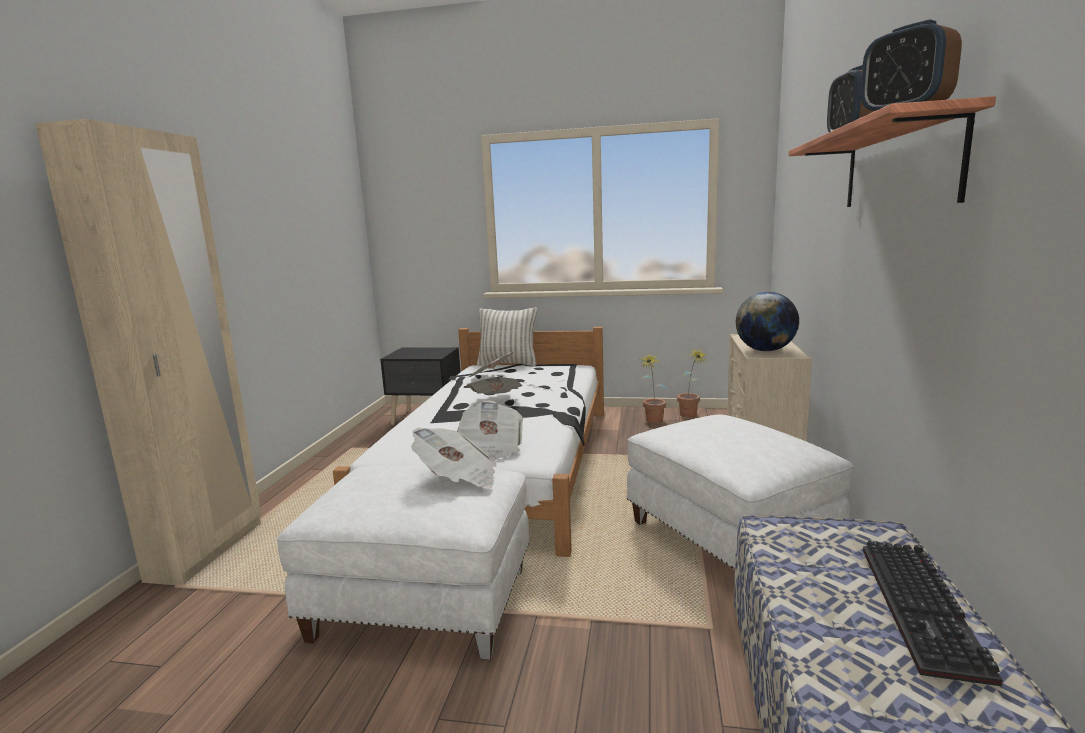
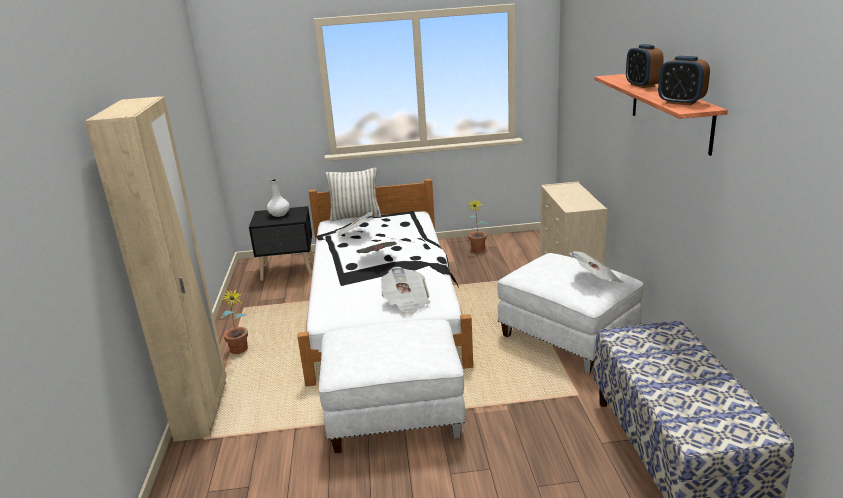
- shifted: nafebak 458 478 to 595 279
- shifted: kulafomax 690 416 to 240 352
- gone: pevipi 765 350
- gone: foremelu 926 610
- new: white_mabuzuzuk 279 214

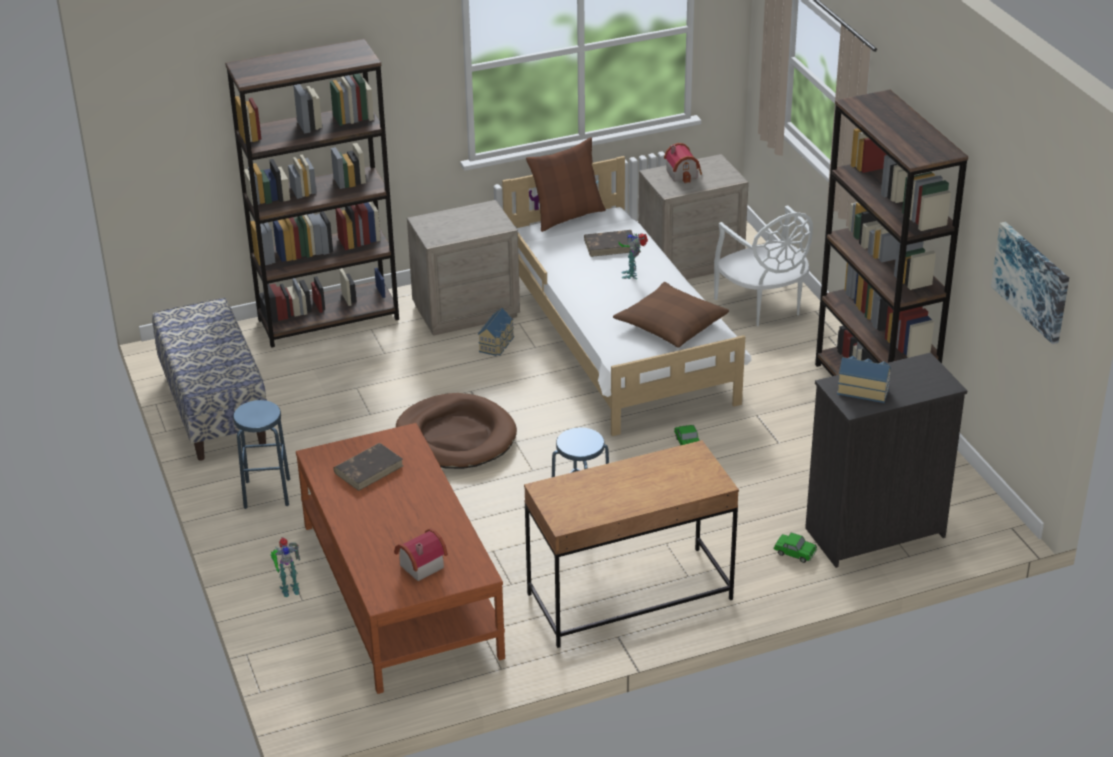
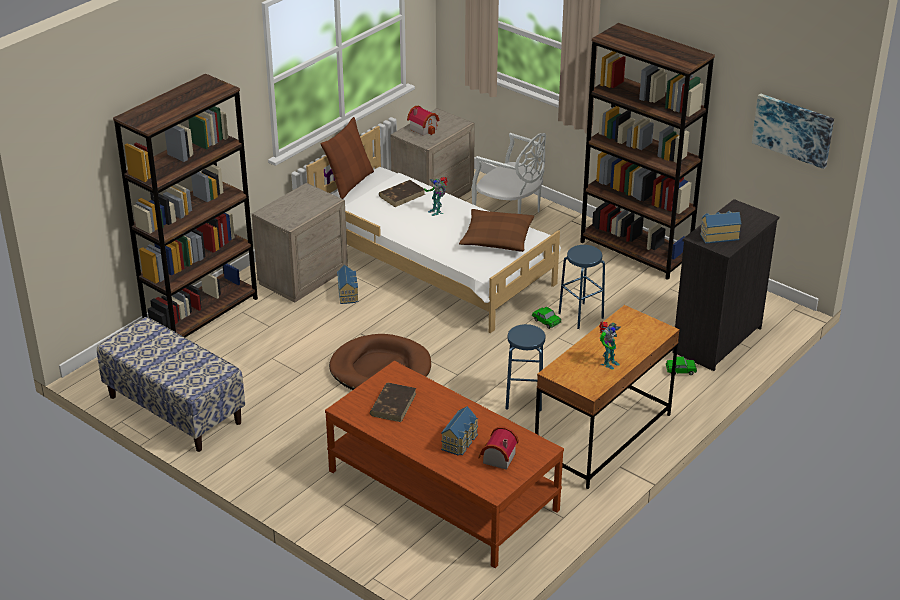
- shifted: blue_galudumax 267 493 to 580 315
- shifted: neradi 288 588 to 608 363
- new: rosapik 461 441

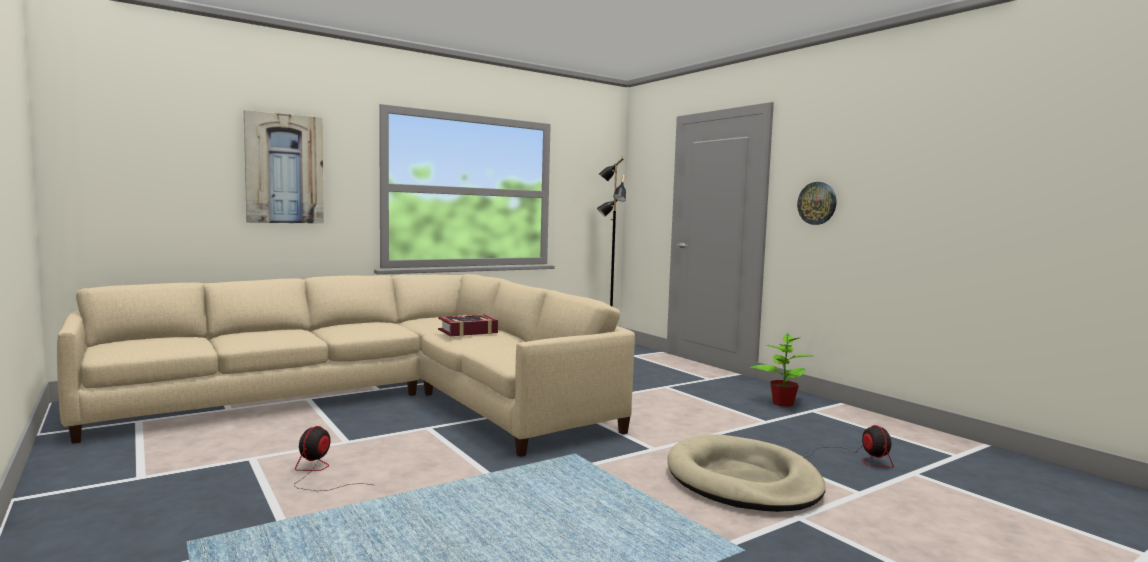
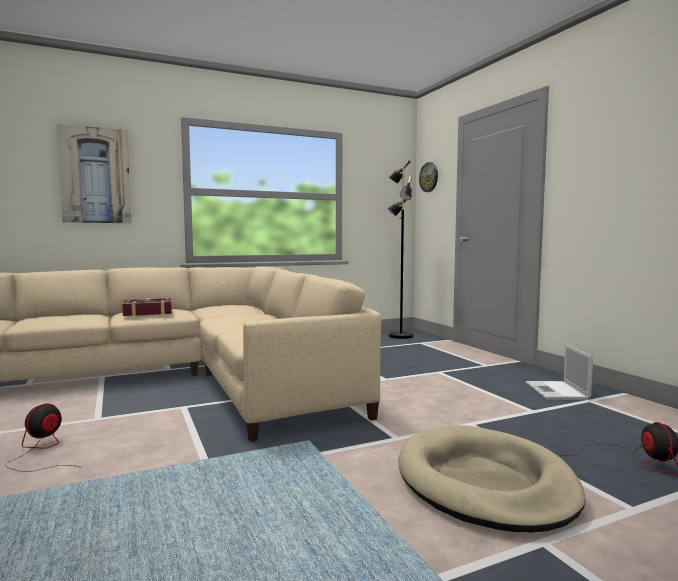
- shifted: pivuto 468 331 to 148 312
- swapped: kulafomax 782 403 to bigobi 557 391
- shifted: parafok 817 203 to 429 177

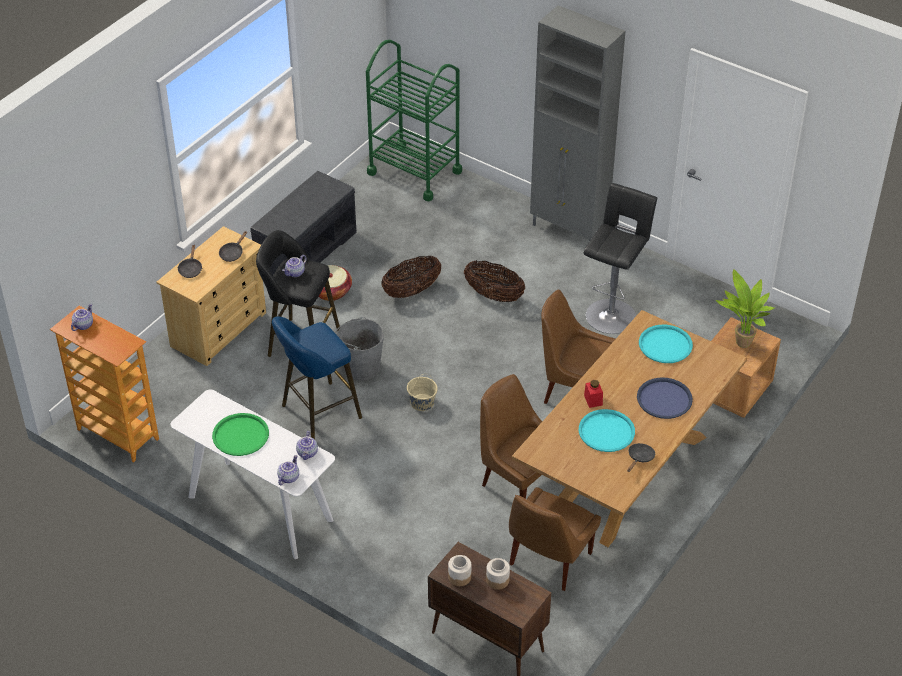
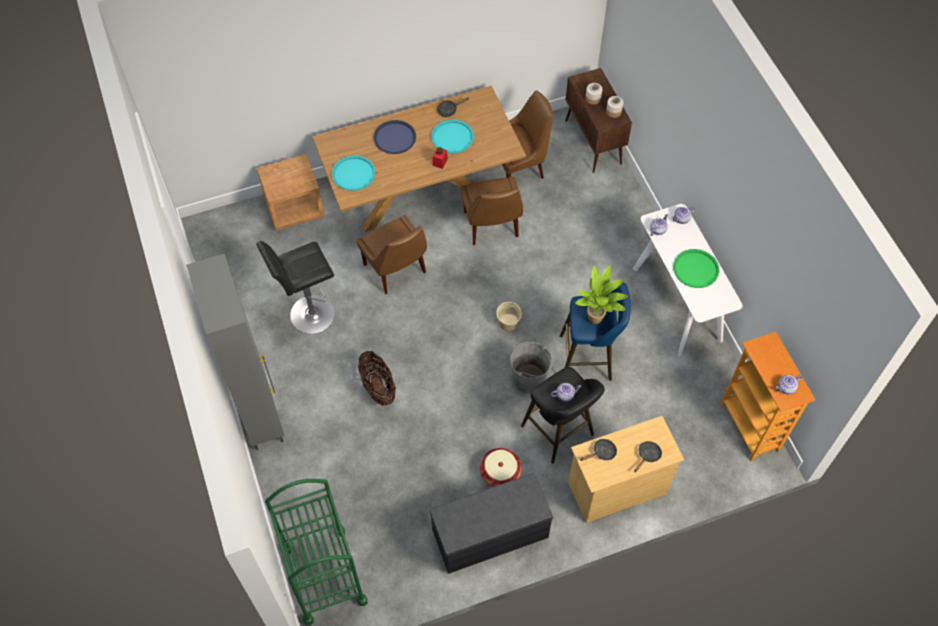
- gone: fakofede 411 291
- shifted: kulafomax 740 344 to 597 320

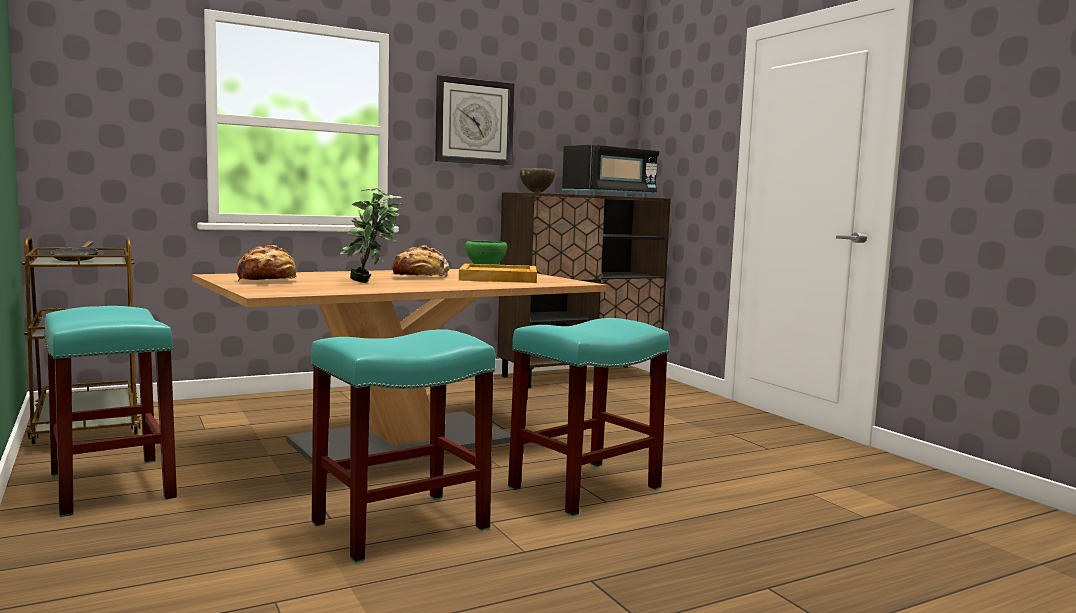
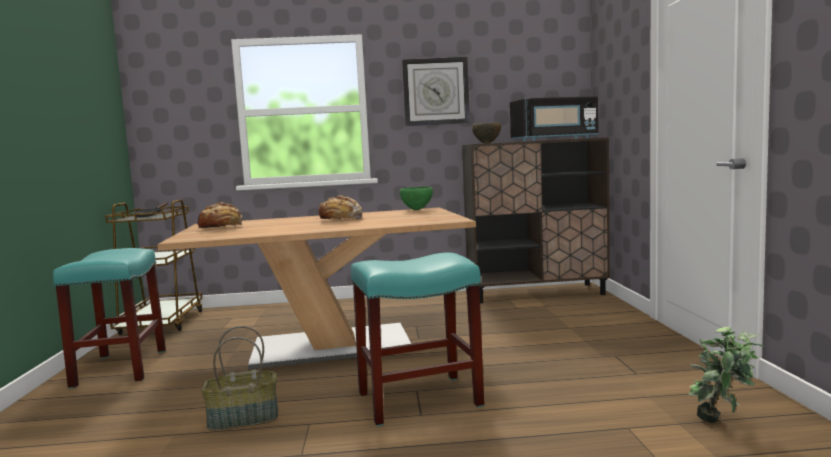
- swapped: turquoise_galudumax 399 526 to fakofede 242 419
- shifted: kulafomax 371 283 to 722 423
- gone: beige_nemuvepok 499 278

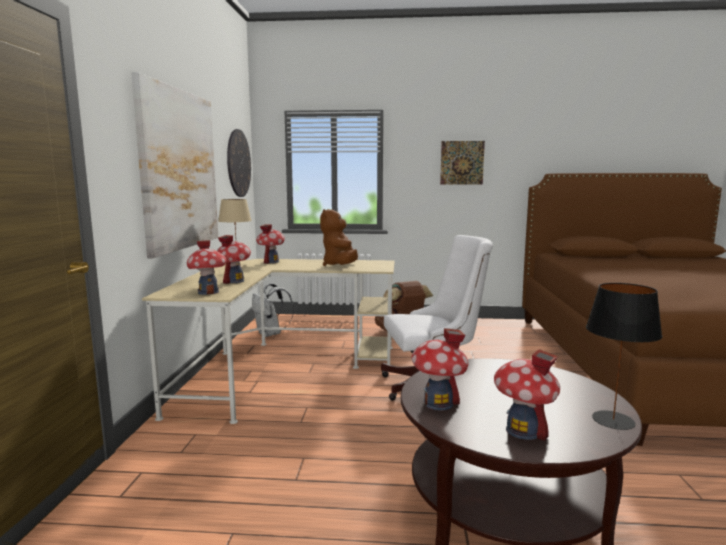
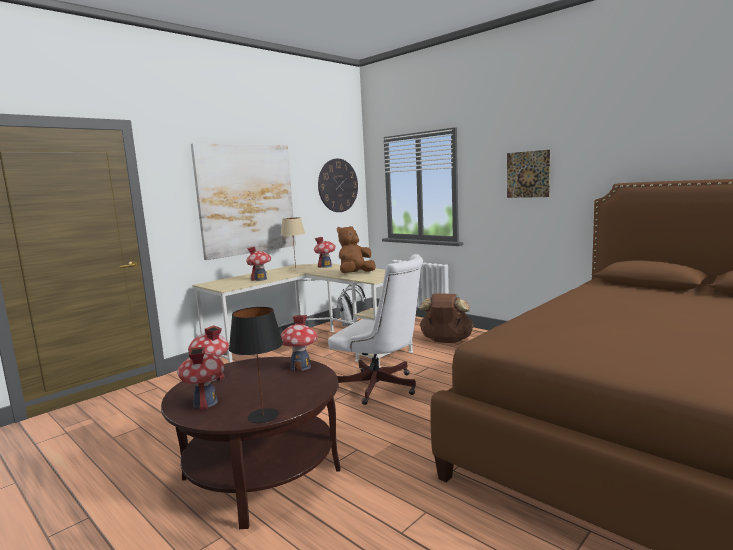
- shifted: rosapik 208 292 to 301 367

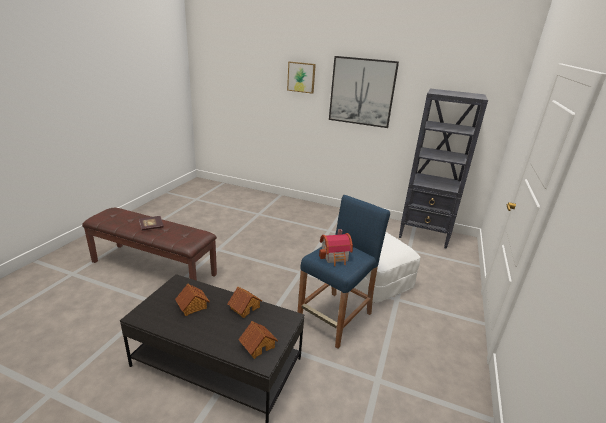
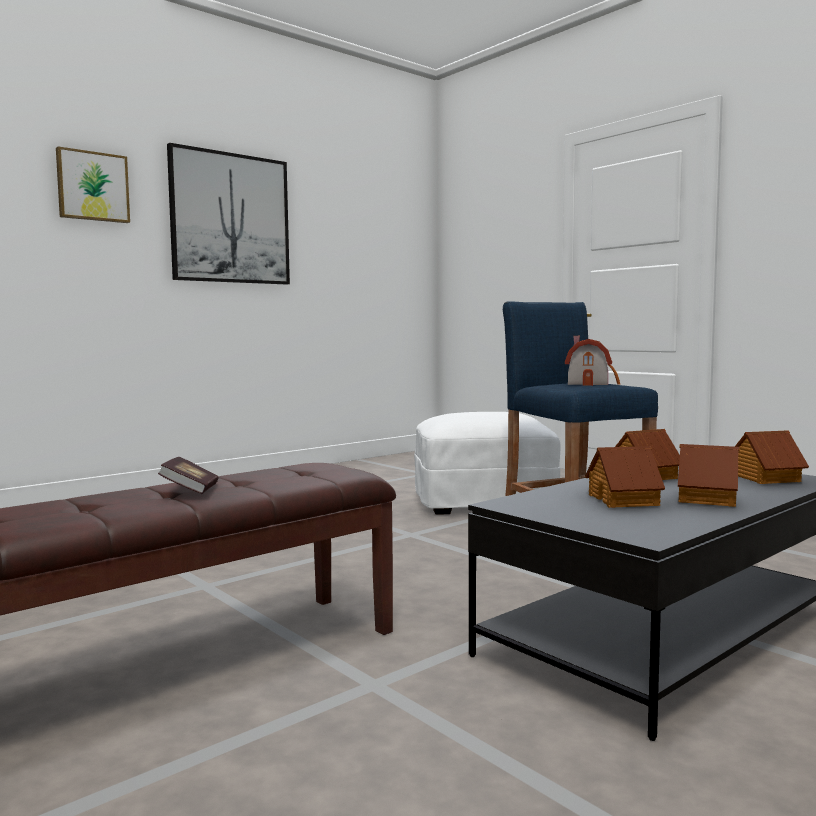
- gone: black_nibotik 424 235
- new: rosapik 708 498

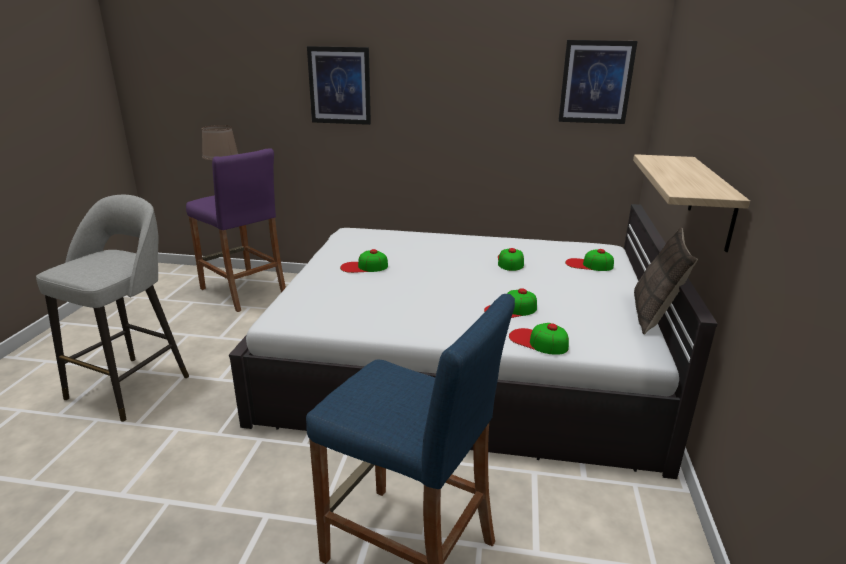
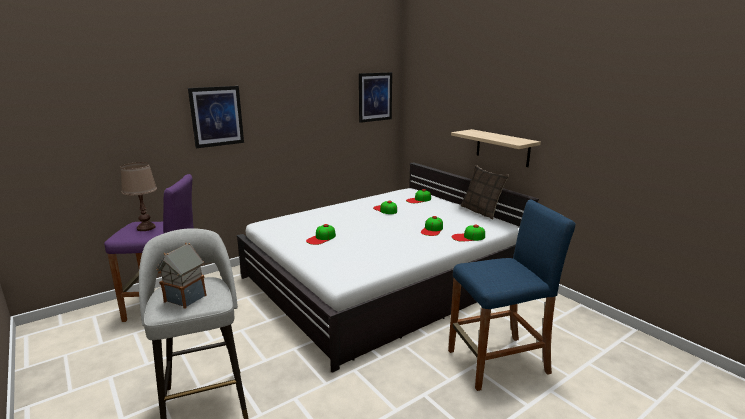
- new: rosapik 186 298

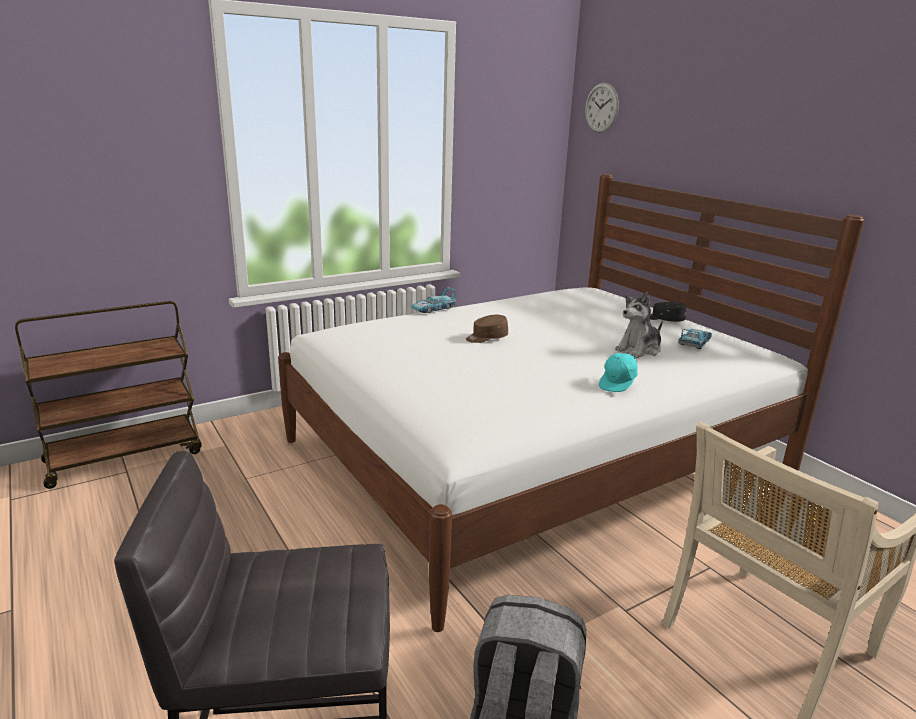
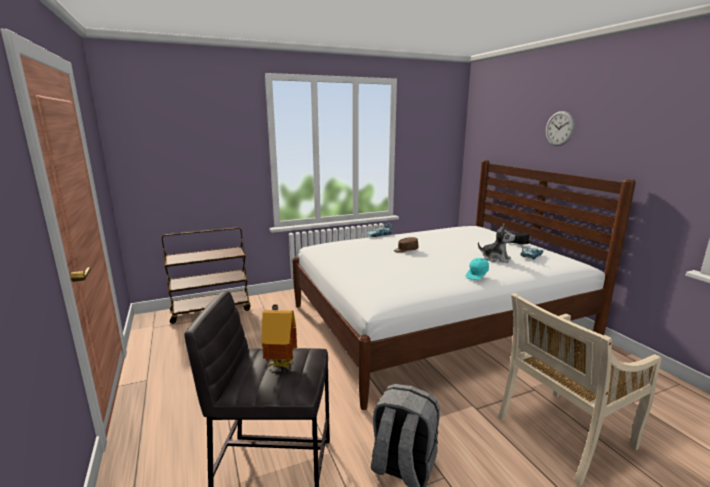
- shifted: parafok 601 108 to 559 128
- rotated: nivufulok 639 350 = 495 258 120 degrees counterclockwise
- new: rosapik 281 363

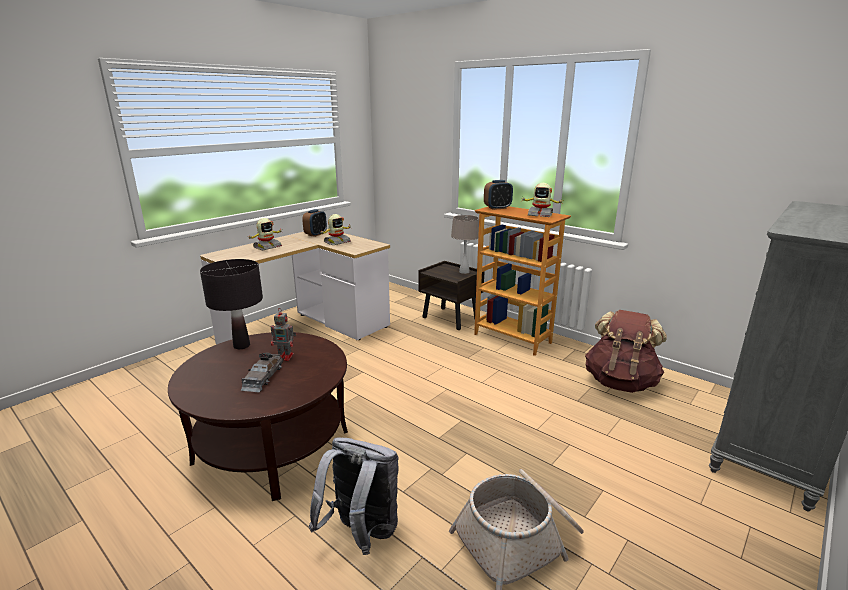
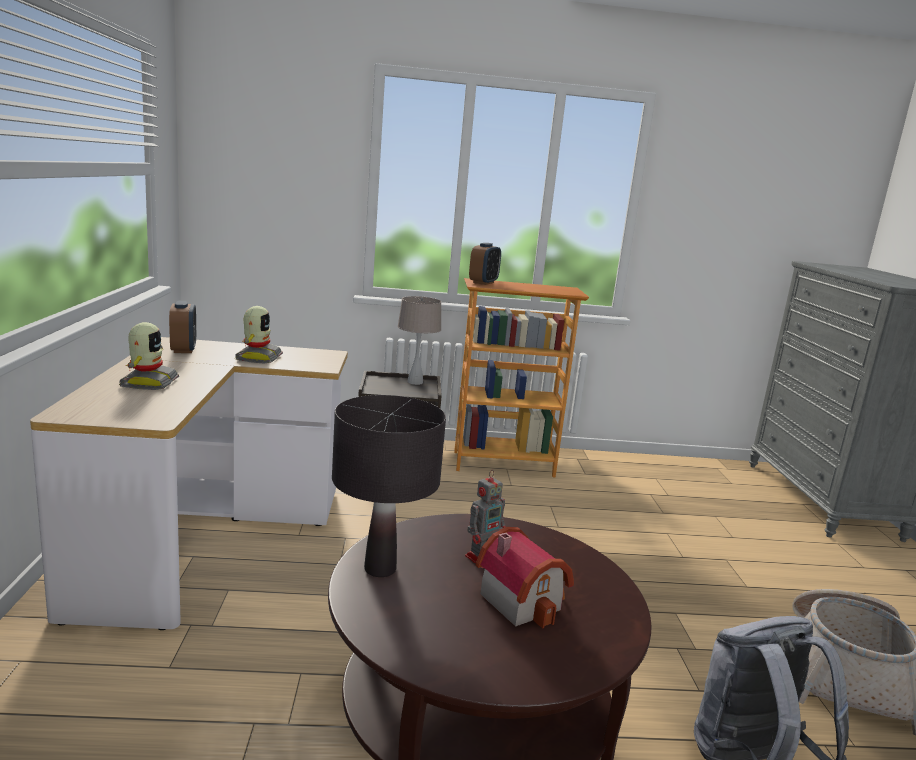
- swapped: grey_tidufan 263 377 to rosapik 522 599
- gone: neradi 540 215
- gone: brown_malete 620 382

